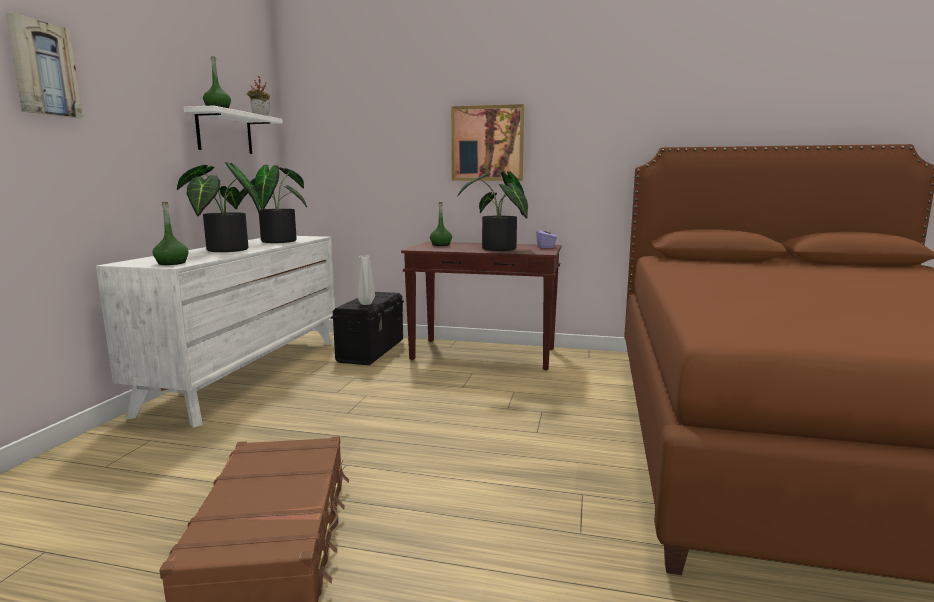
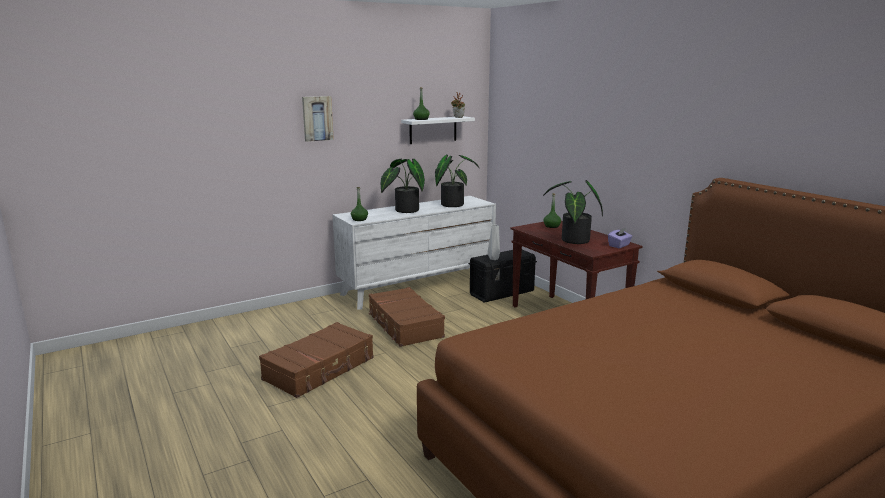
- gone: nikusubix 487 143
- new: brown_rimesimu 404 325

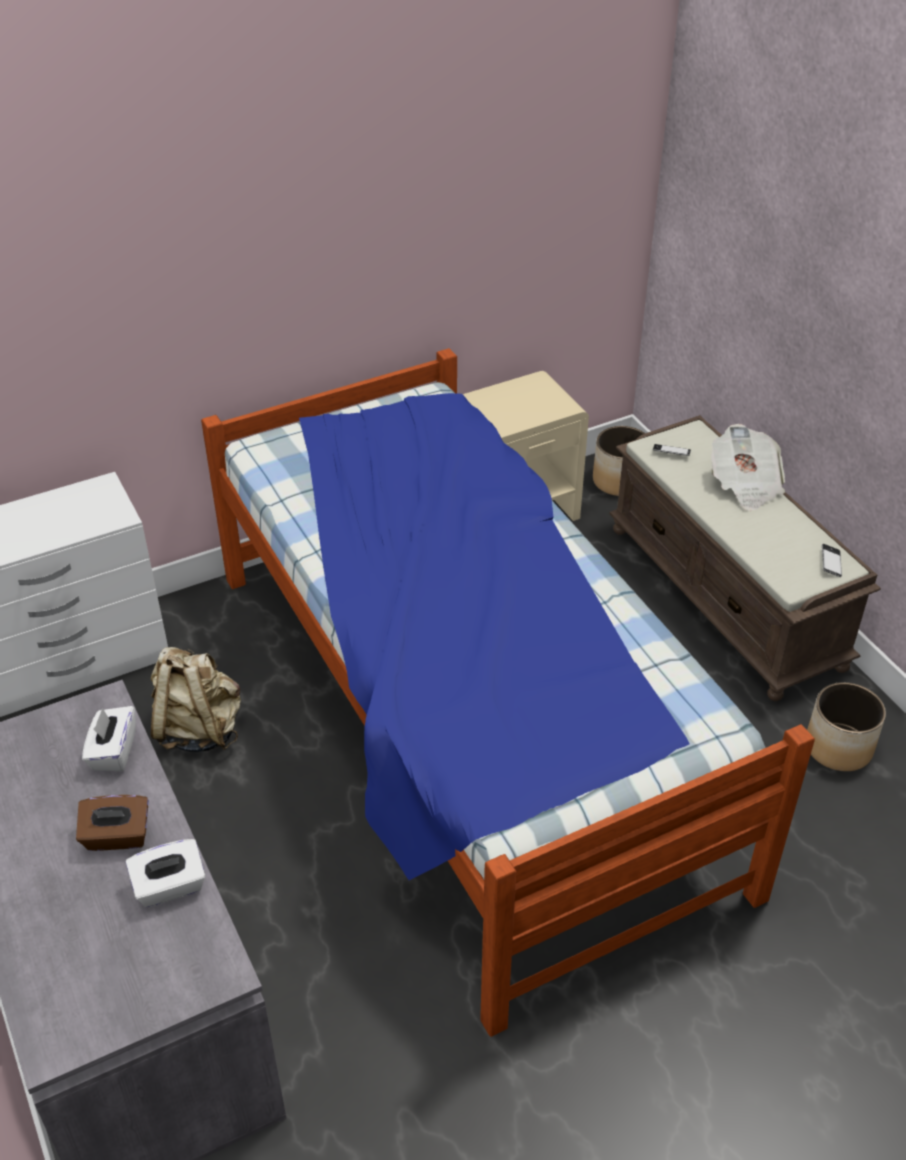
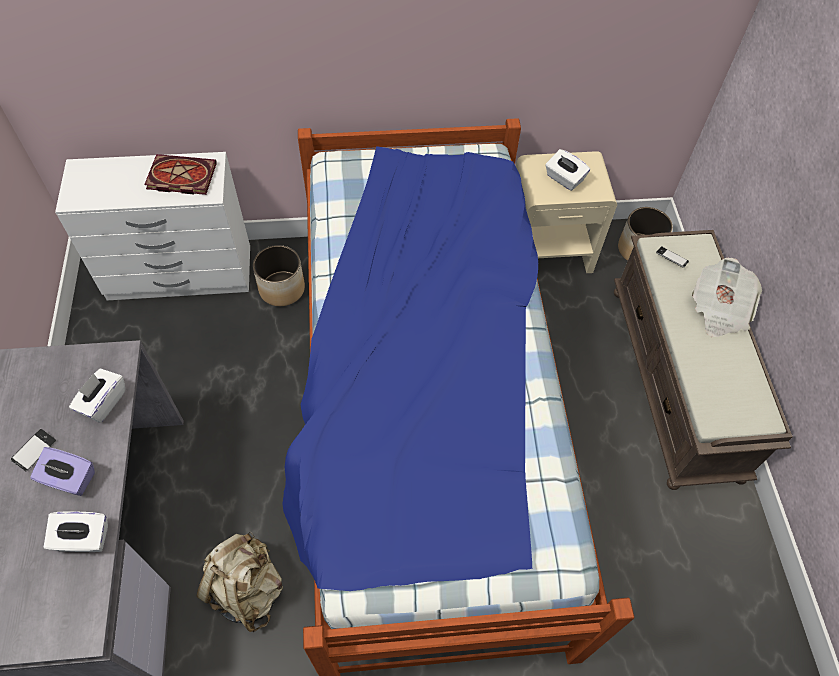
- repainted: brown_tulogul 117 837 to purple_tulogul 69 479
- shifted: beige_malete 199 729 to 247 589
- shifted: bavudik 839 747 to 282 289
- shifted: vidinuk 830 563 to 35 451
- new: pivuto 179 177
- new: white_tulogul 564 179

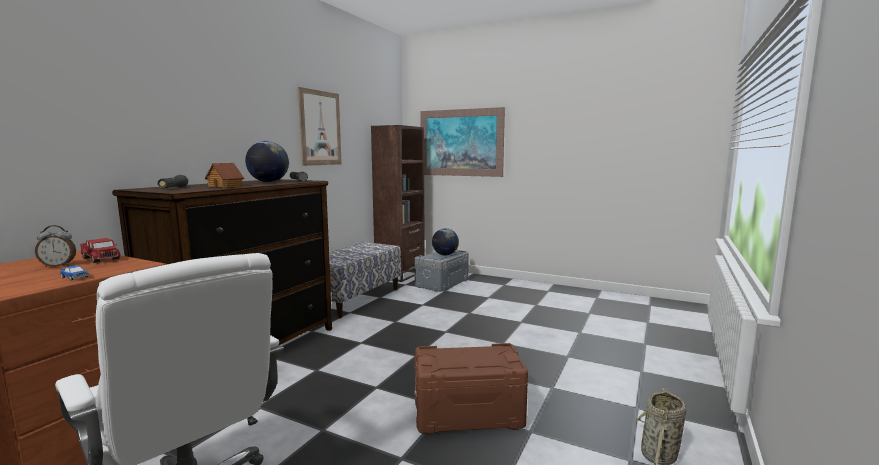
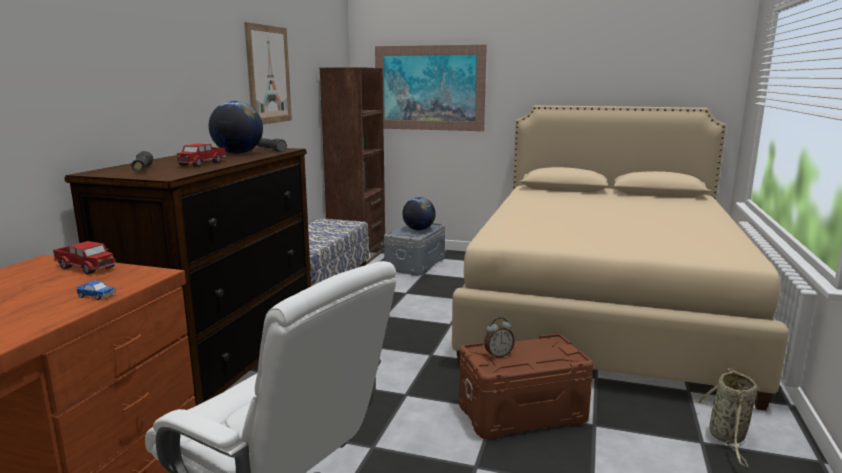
- shifted: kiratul 58 265 to 498 355
- swapped: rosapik 226 186 to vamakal 202 164
- new: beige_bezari 602 311

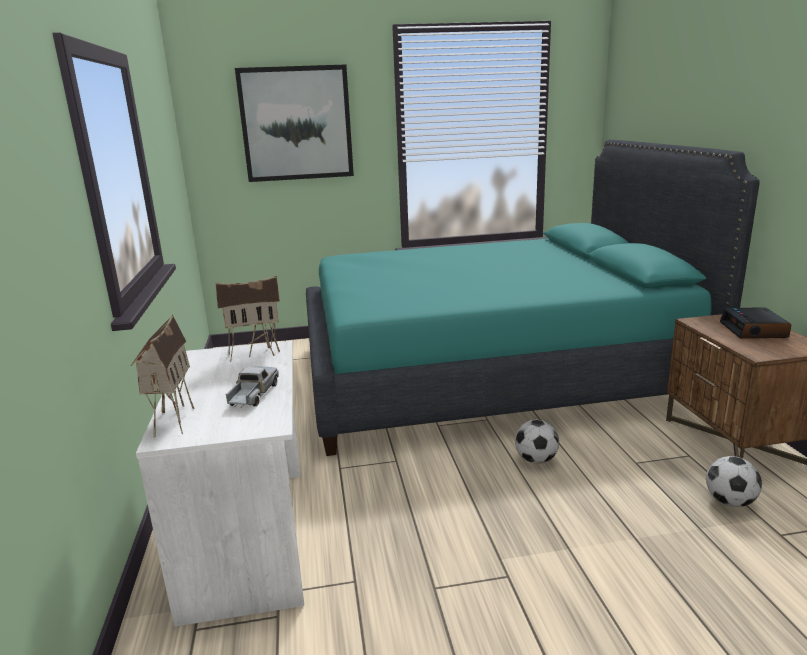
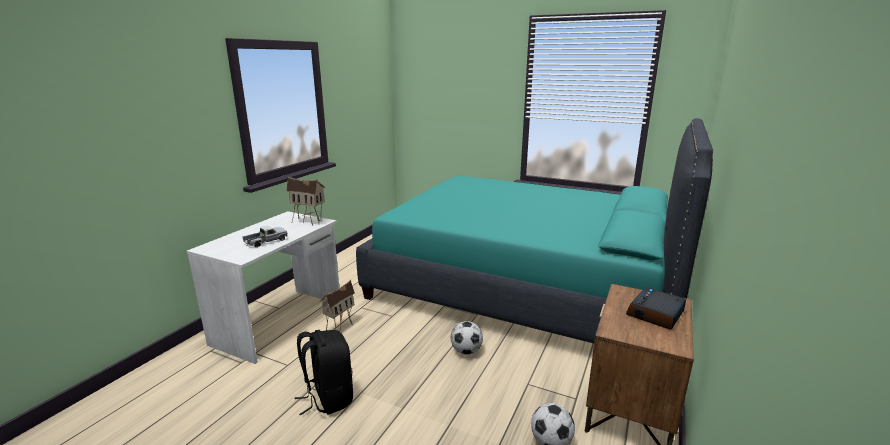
- shifted: rosapik 171 419 to 339 327
- gone: nikusubix 296 124
- new: black_malete 328 398

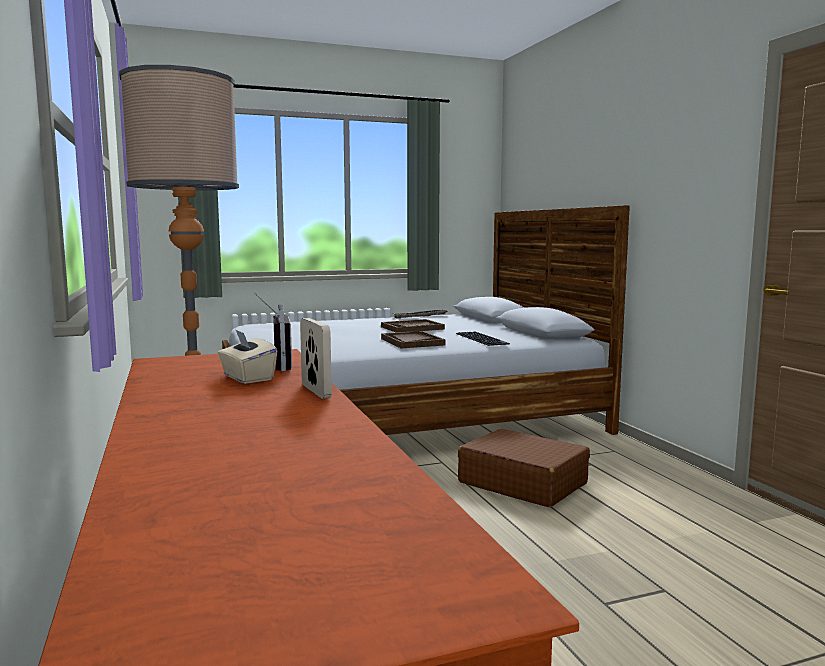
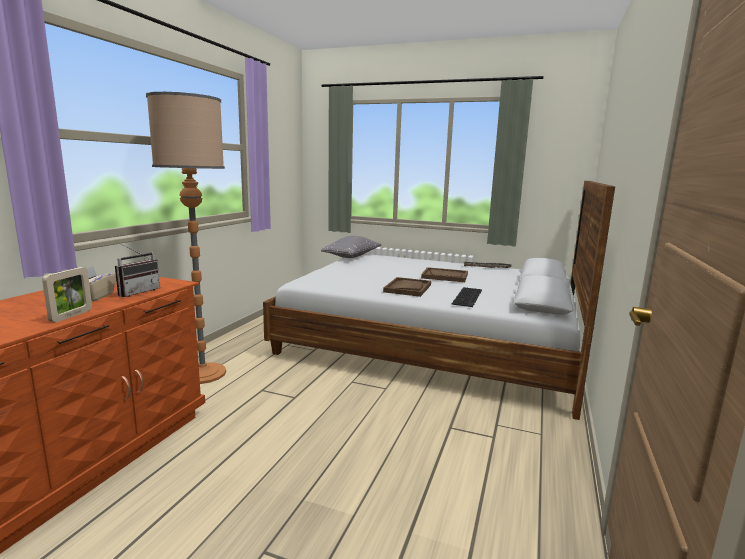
- gone: brown_rimesimu 522 483
- new: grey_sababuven 352 256

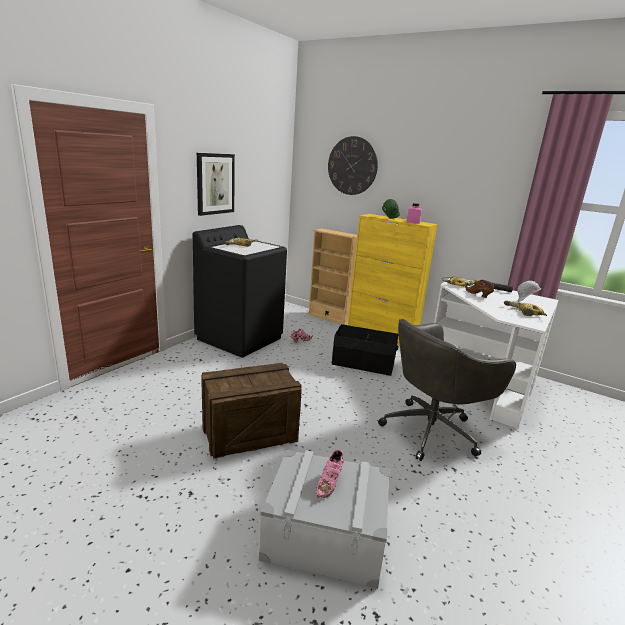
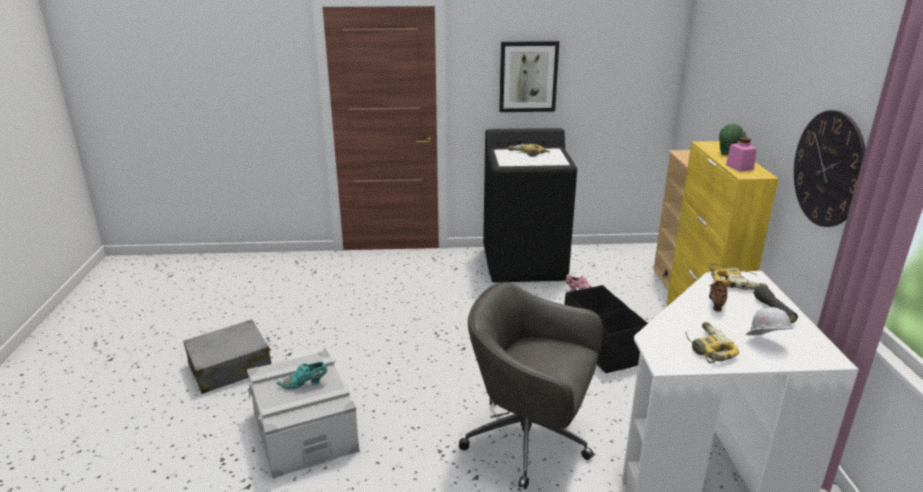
- gone: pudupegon 250 433
- repainted: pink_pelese 330 483 to turquoise_pelese 305 384
- shifted: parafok 352 166 to 829 169
- new: grey_rimesimu 231 367

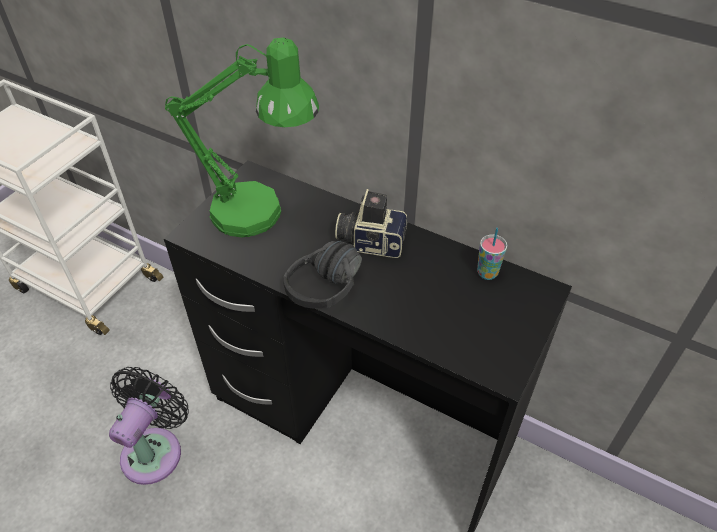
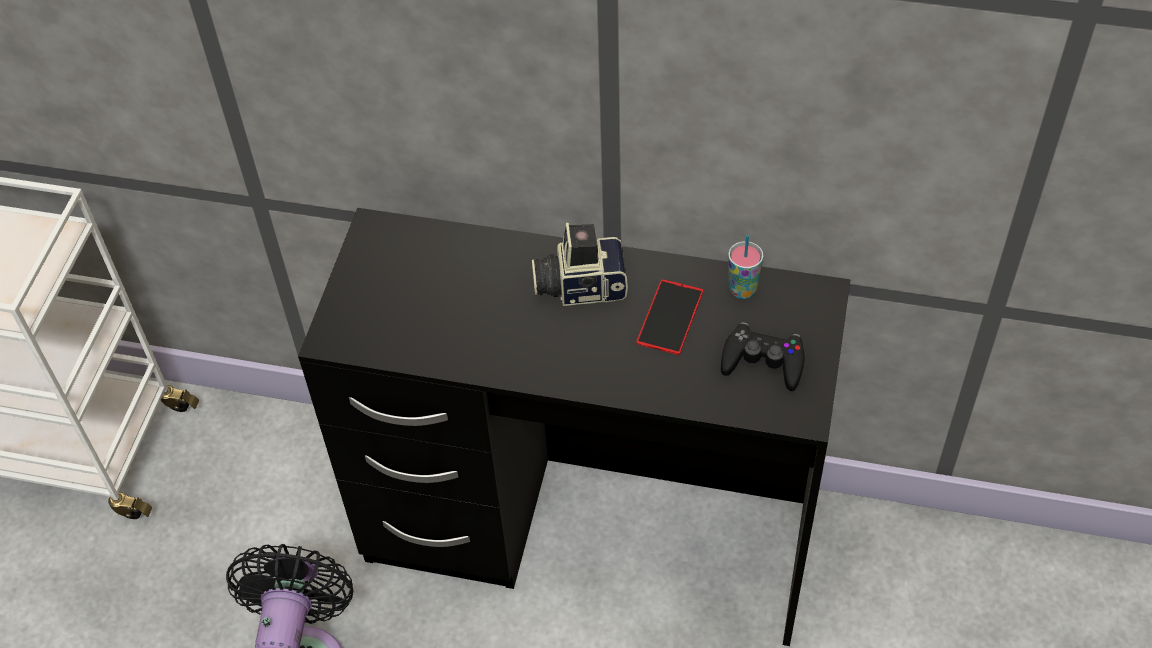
- gone: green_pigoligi 261 214
- gone: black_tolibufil 335 292
- new: vidinuk 670 317
- new: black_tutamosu 763 362

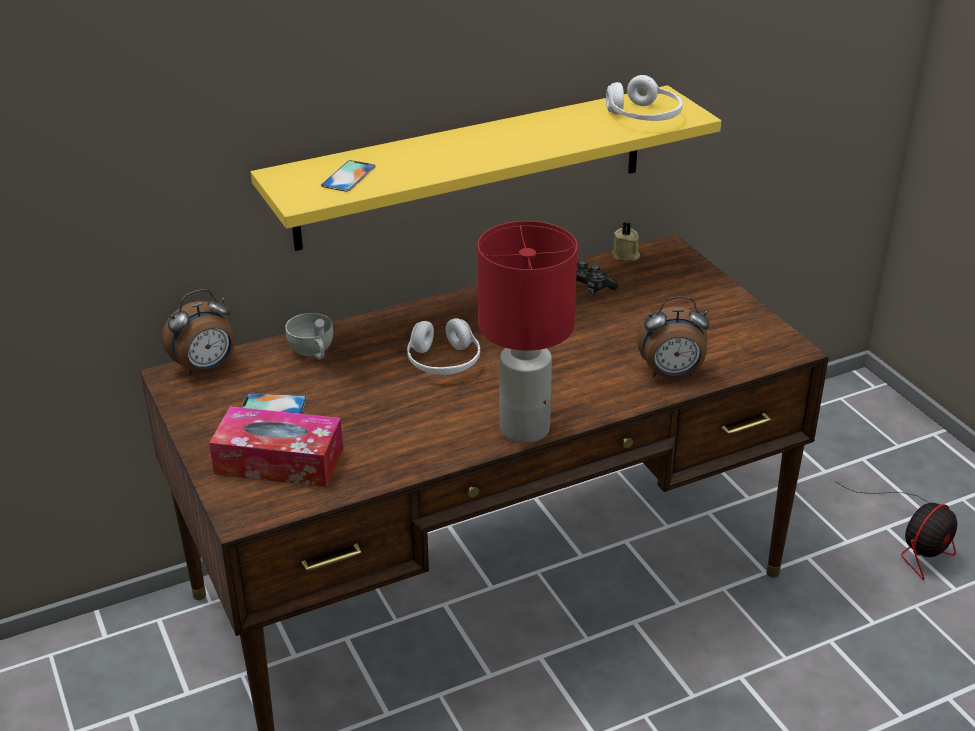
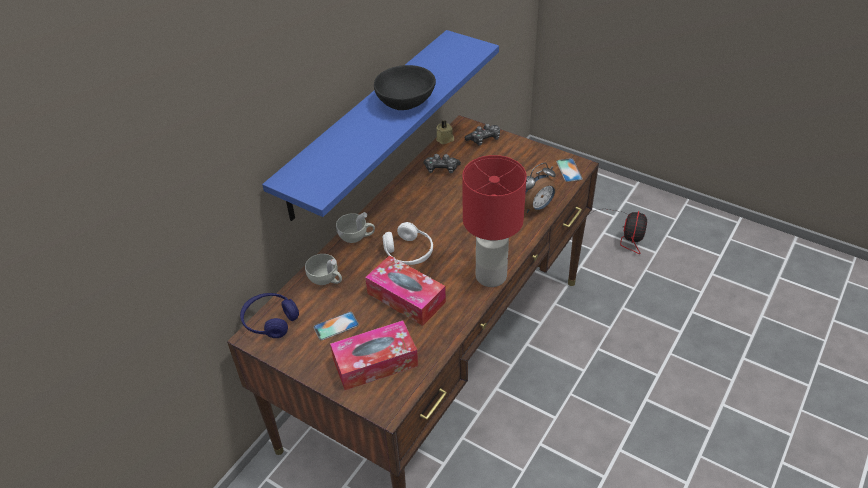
- swapped: kiratul 206 369 to blue_tolibufil 270 321
- repainted: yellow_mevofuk 472 167 to blue_mevofuk 367 123
- shifted: vidinuk 348 176 to 569 170
- gone: white_tolibufil 643 116
- new: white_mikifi 356 236
- new: tulogul 406 298
- new: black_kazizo 406 103
- new: tutamosu 484 139

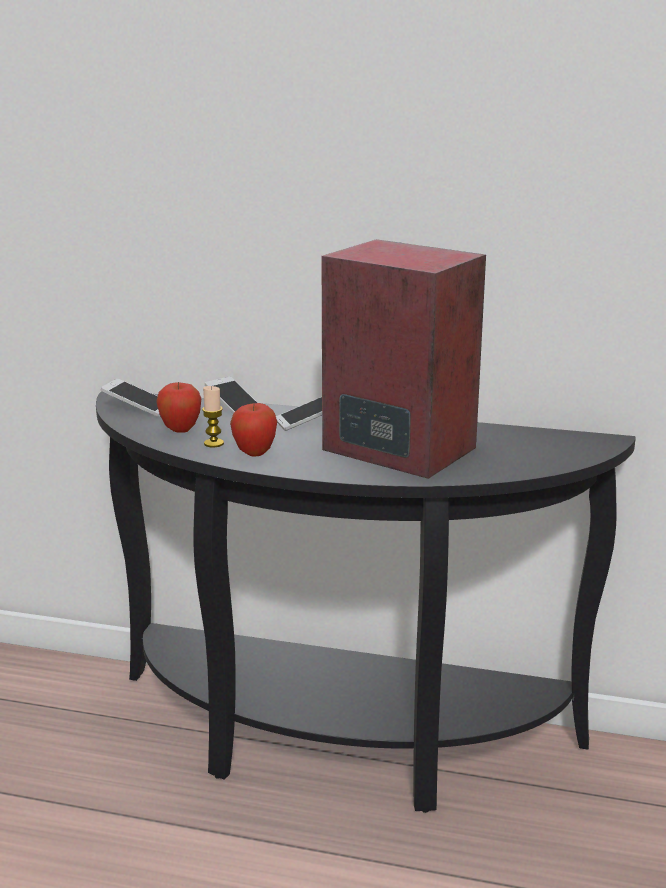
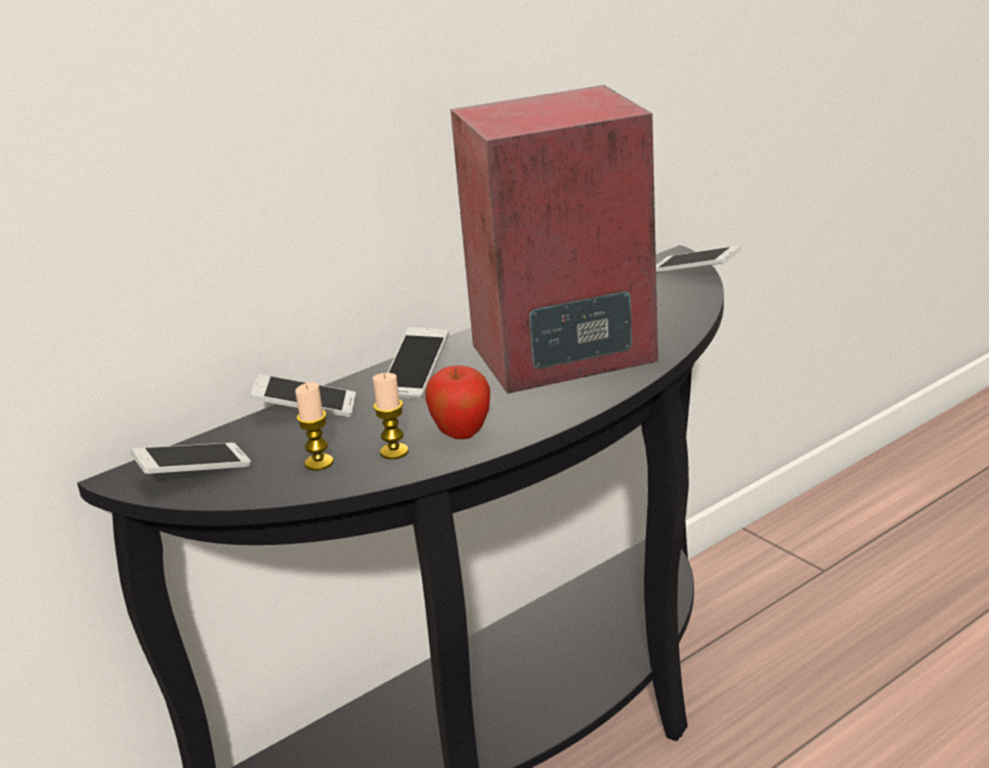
- swapped: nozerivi 180 430 to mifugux 319 463
- new: vidinuk 695 272

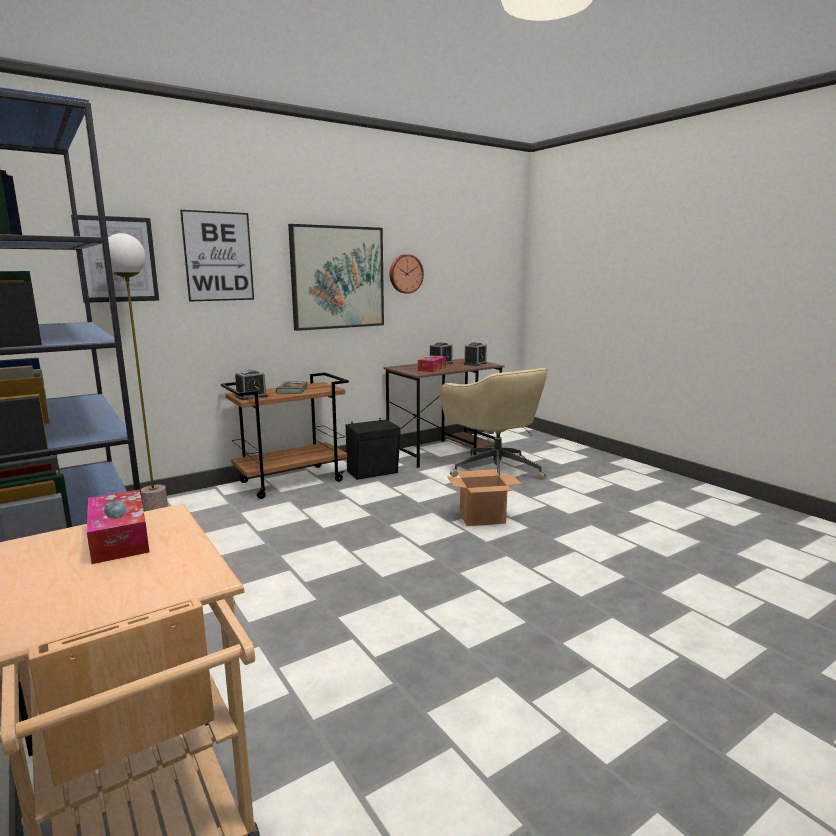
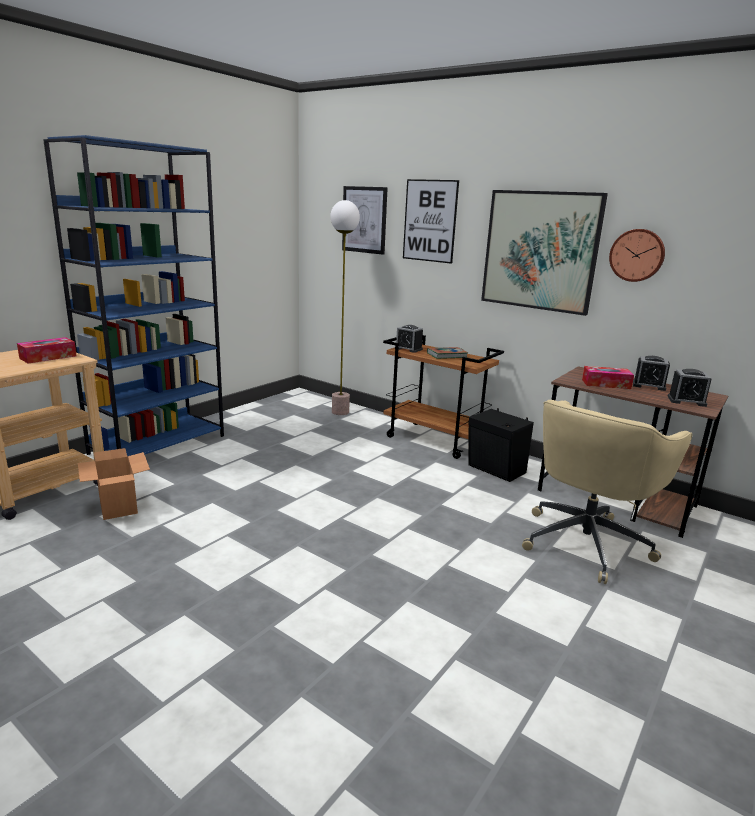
- shifted: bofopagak 482 518 to 118 506

